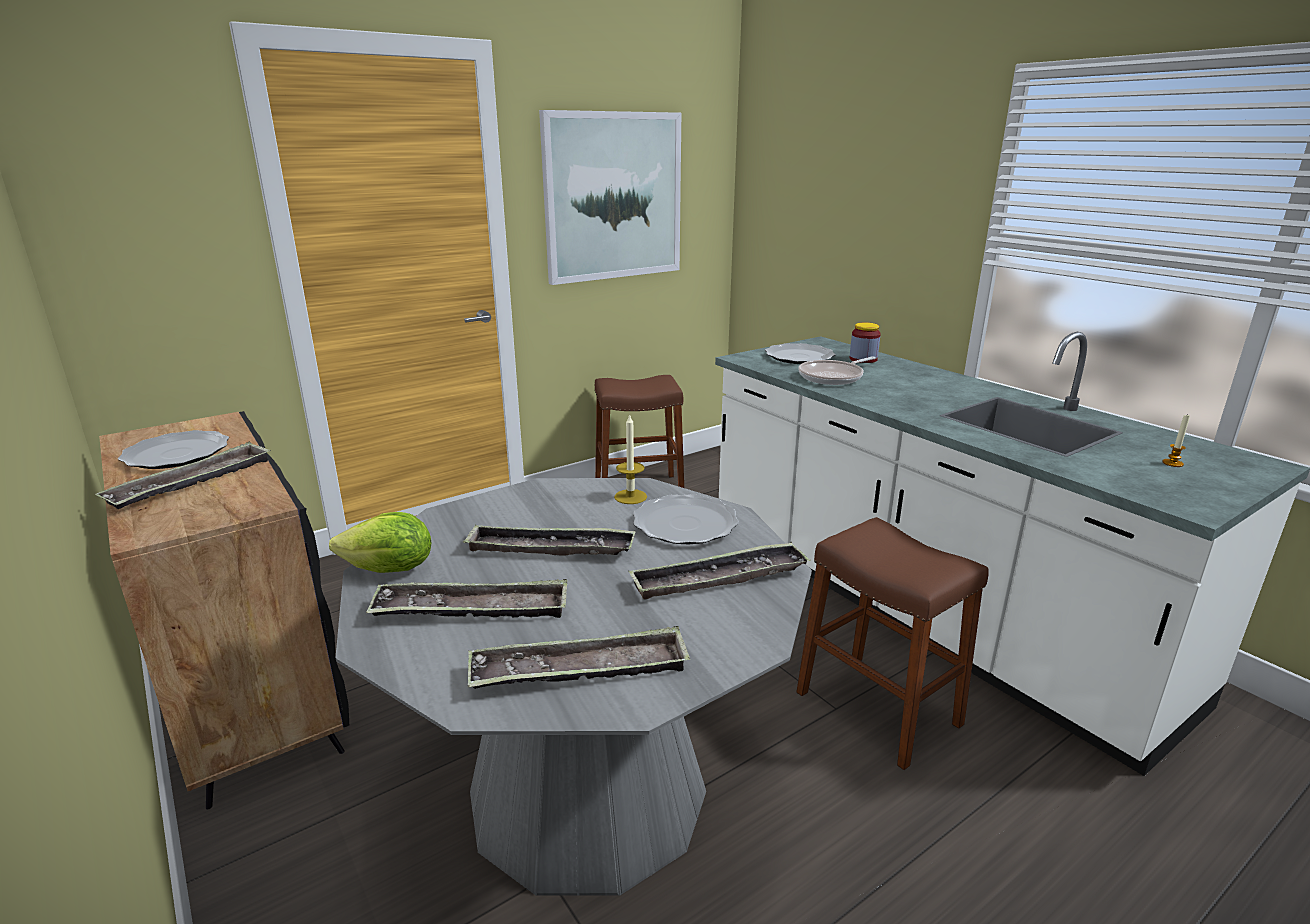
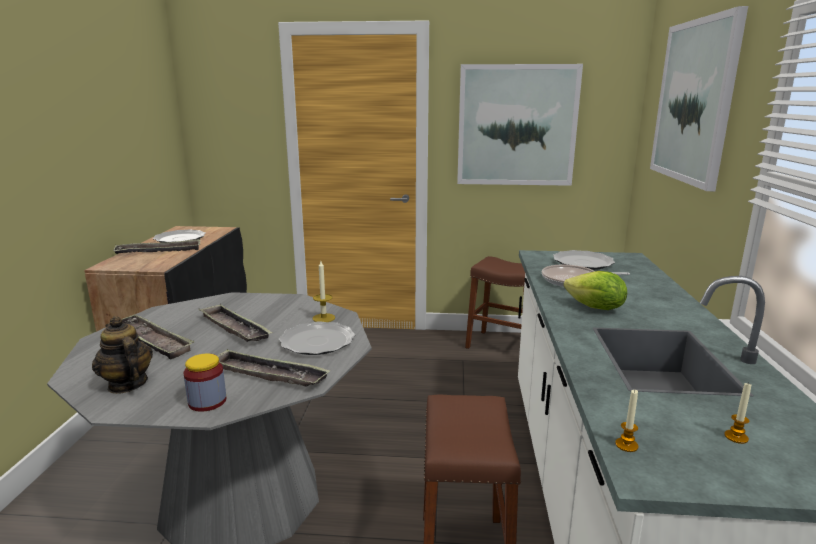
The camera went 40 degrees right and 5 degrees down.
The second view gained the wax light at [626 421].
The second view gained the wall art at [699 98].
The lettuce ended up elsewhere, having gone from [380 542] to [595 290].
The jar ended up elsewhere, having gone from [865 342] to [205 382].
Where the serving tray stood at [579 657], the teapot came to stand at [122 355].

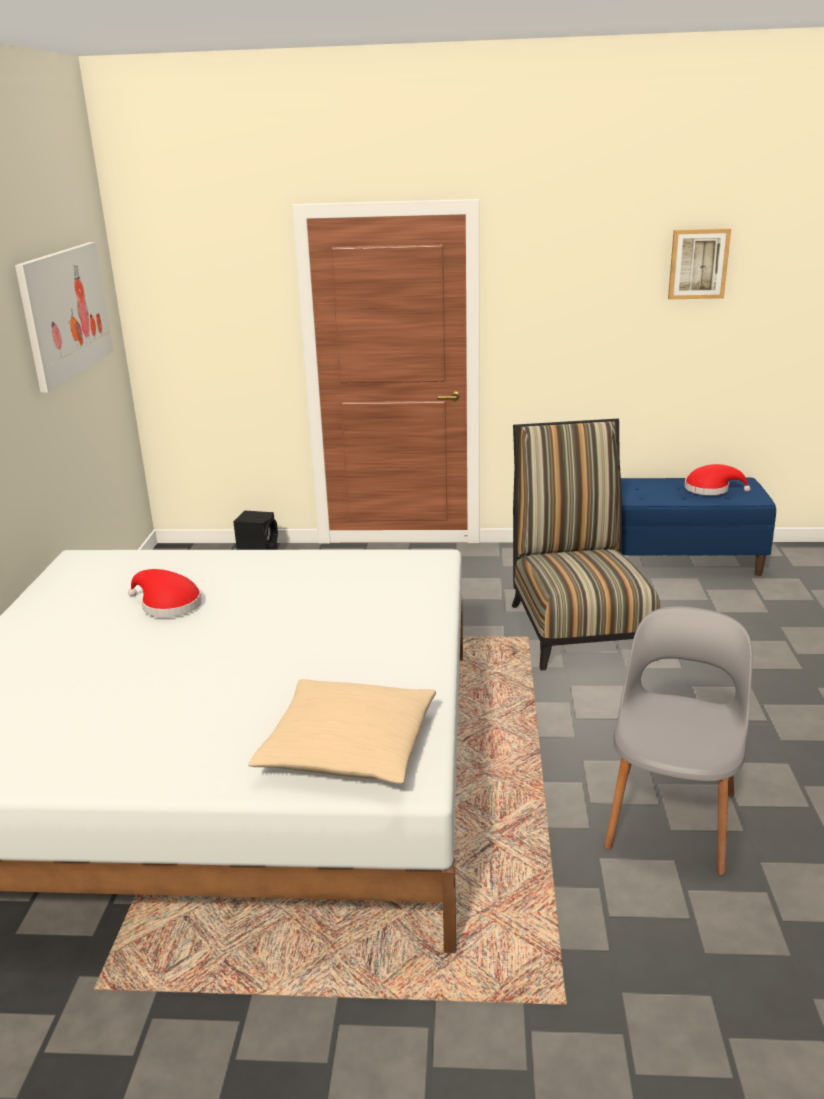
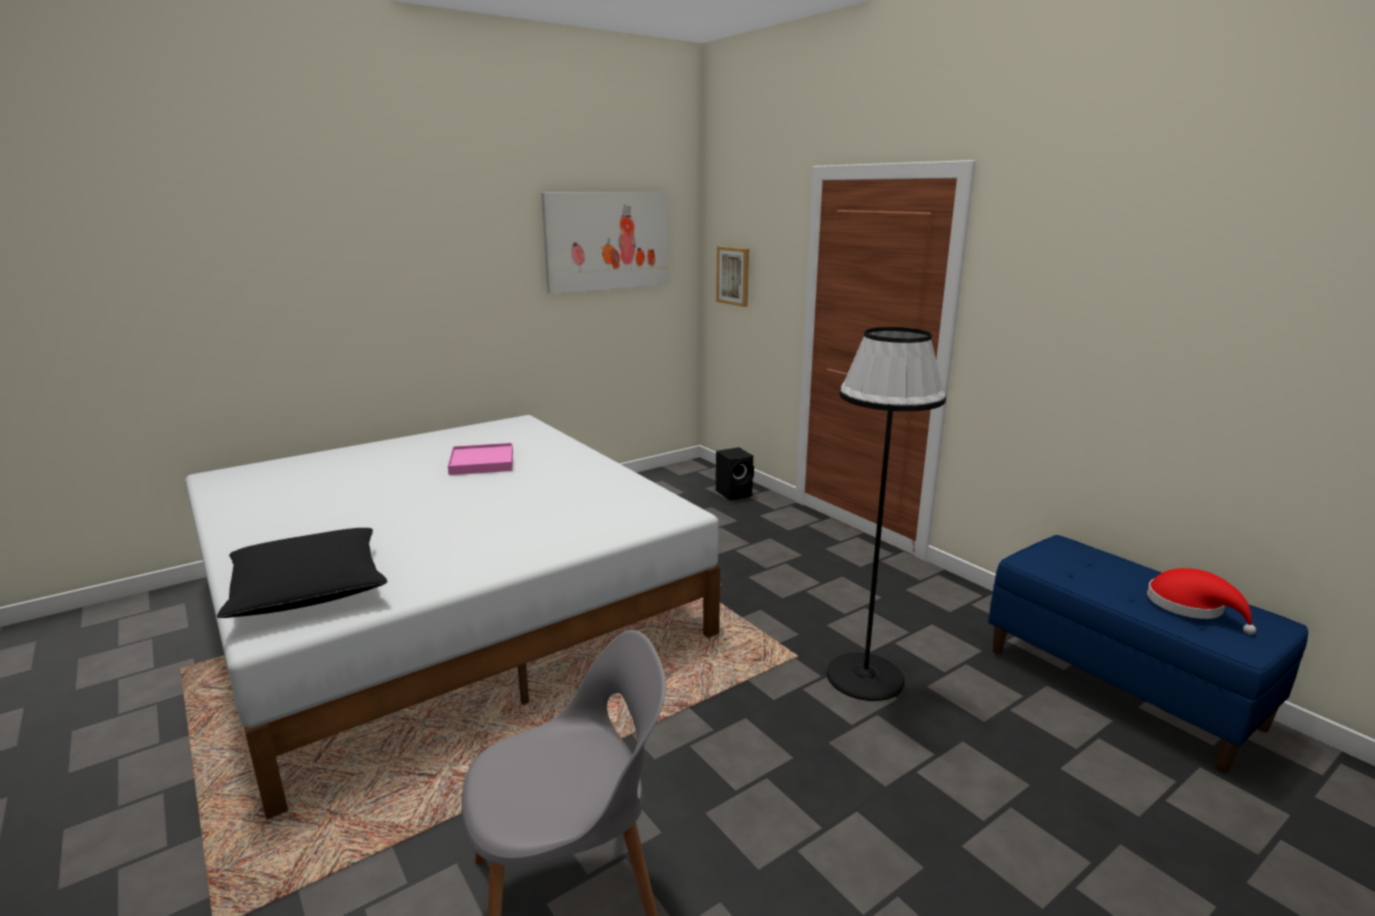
The camera went 50 degrees right and 5 degrees down.
The wall art ended up elsewhere, having gone from [699 264] to [732 276].
Where the hat (reddish) stood at [165 593], the serving tray (pink-coloured) came to stand at [480 459].
Where the plain chair stood at [586 544], the floor lamp (blackish) came to stand at [886 514].
What was the cushion (beige-coloured) at [342 731] turned into the cushion (blackish) at [302 573].

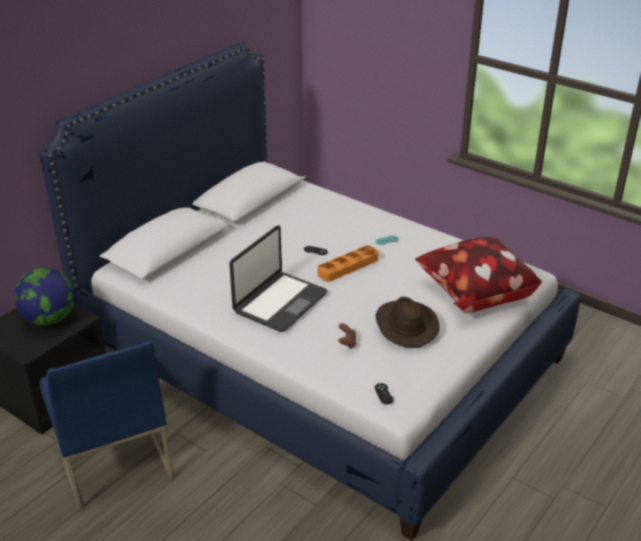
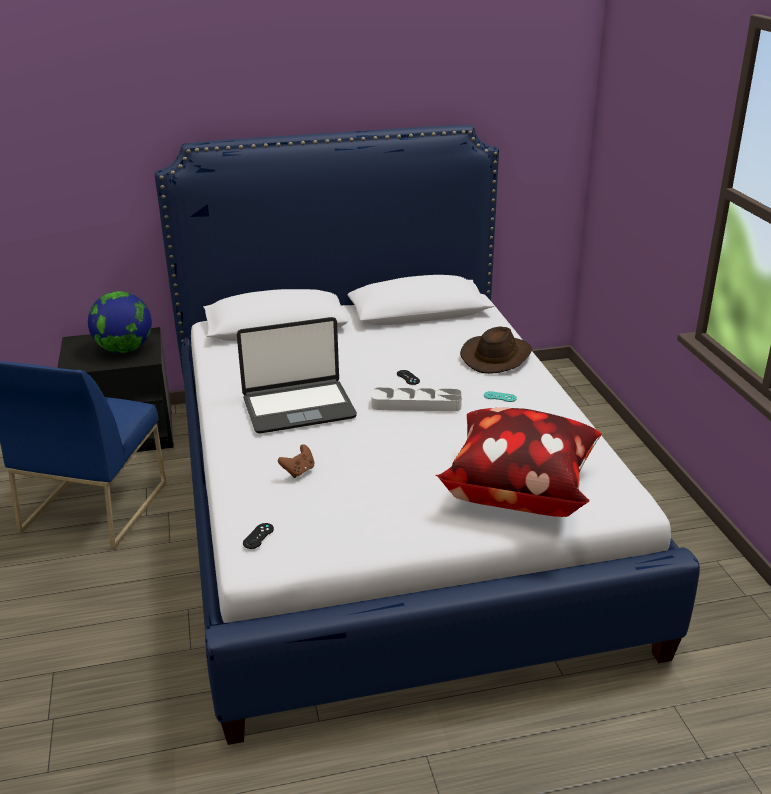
The camera went 40 degrees right and 5 degrees down.
The hat (brownish) ended up elsewhere, having gone from [407 322] to [496 350].
What was the serving tray (orangey) at [348 264] turned into the serving tray (greyish) at [416 399].

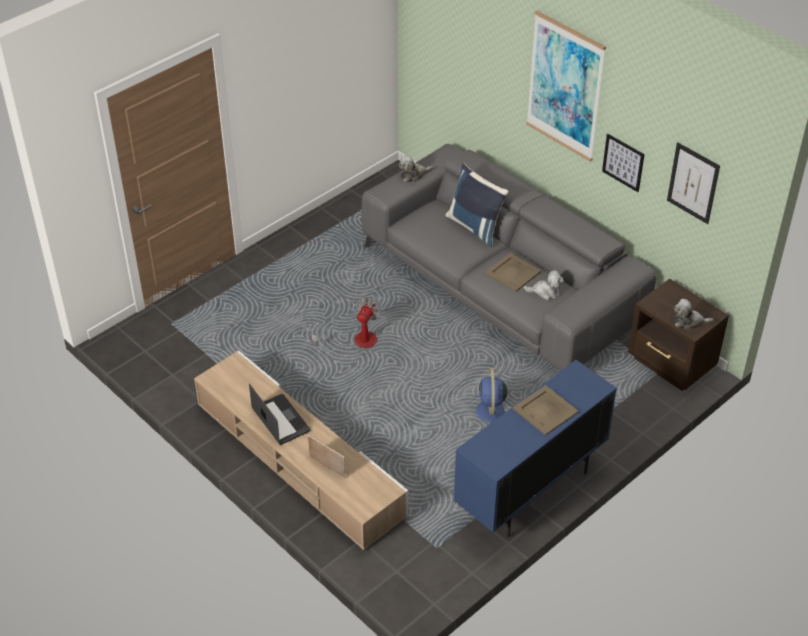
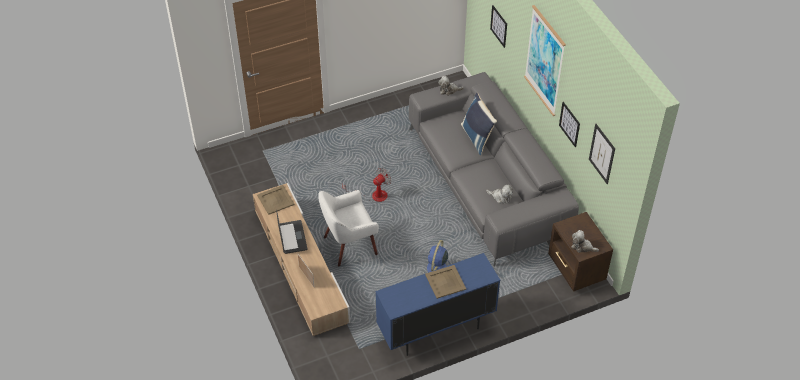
The camera went 20 degrees right and 5 degrees up.
The second view gained the lounge chair (white-coloured) at [348 228].
The second view gained the wall art at [498 26].
The serving tray (beige-coloured) ended up elsewhere, having gone from [513 272] to [276 200].

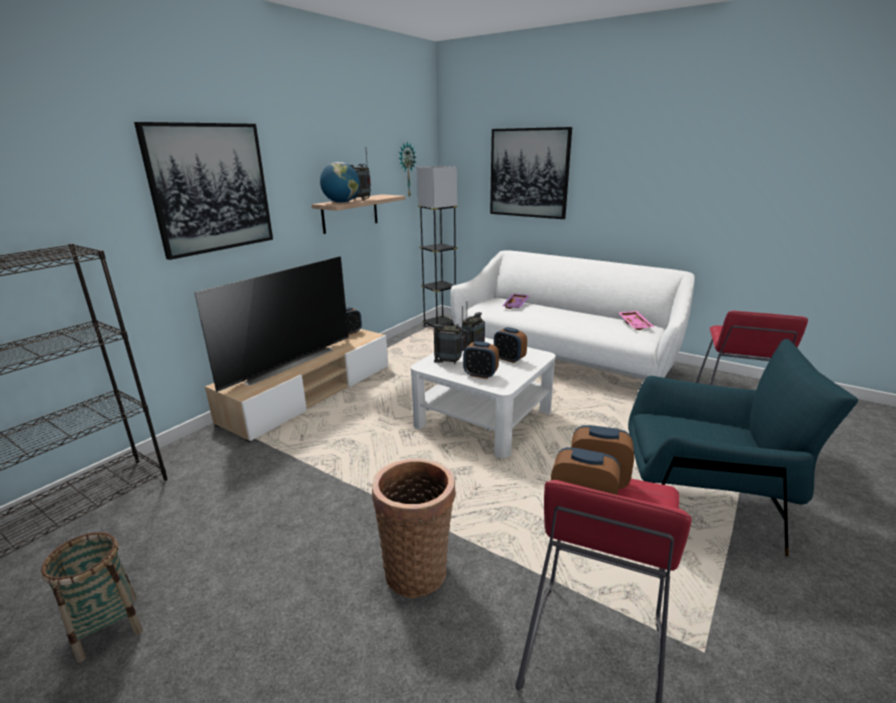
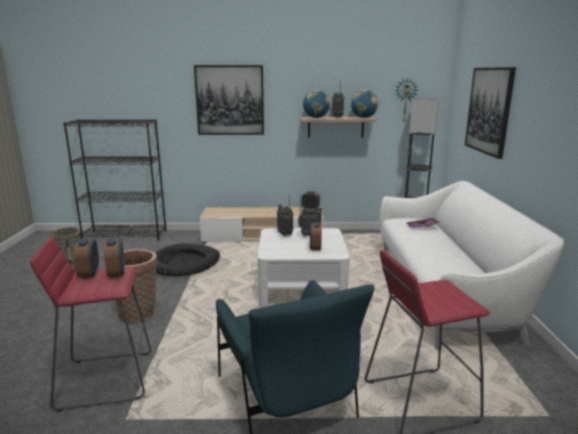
The camera went 55 degrees right and 5 degrees down.
The second view lost the TV at [271 324].
The second view lost the table clock at [481 360].
The second view lost the serving tray (pink-coloured) at [636 320].
The second view gained the dog bed (blackish) at [187 259].
The second view gained the desk globe at [364 104].

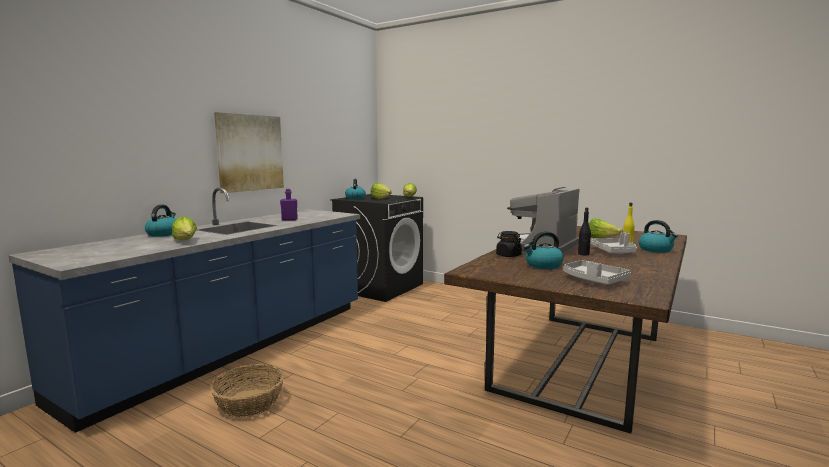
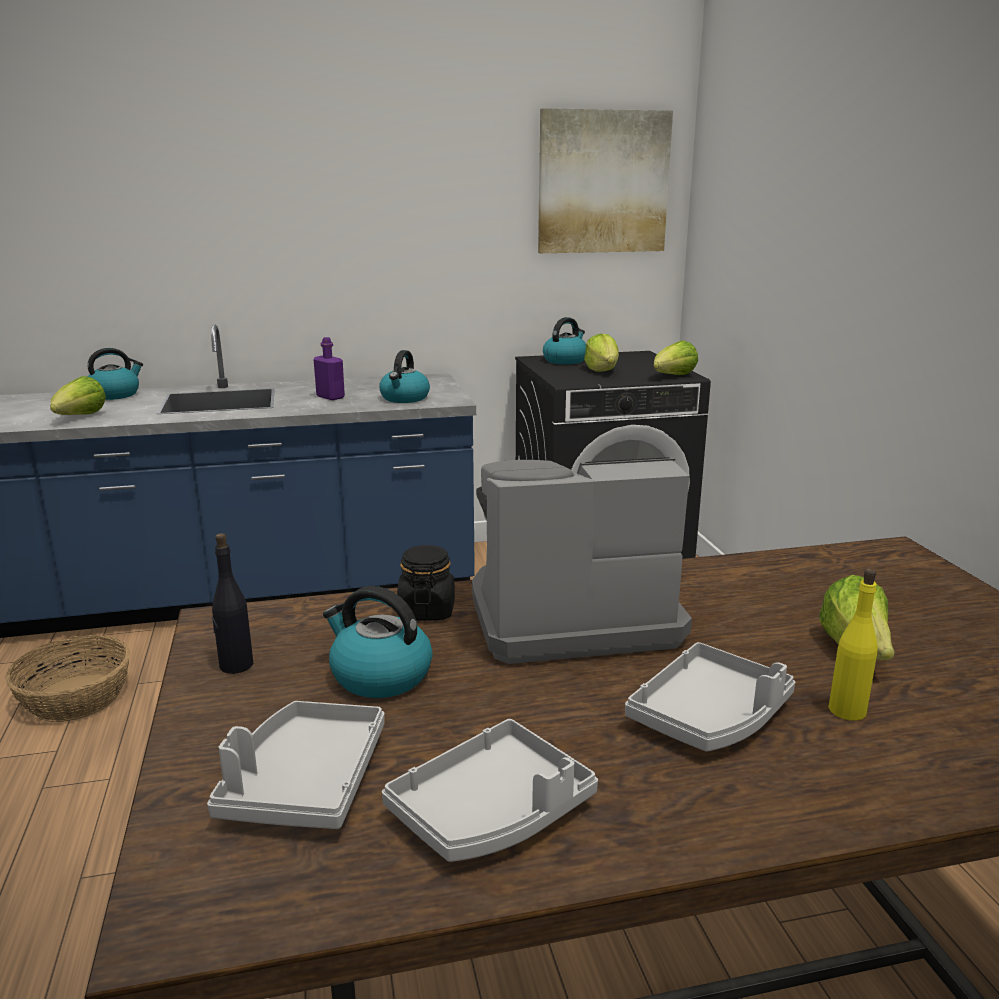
The camera went 45 degrees right and 10 degrees up.
The second view gained the serving tray (greyish) at [490 790].
The wall art ended up elsewhere, having gone from [249 152] to [605 180].
The bottle (blackish) ended up elsewhere, having gone from [584 231] to [232 603].
The water kettle ended up elsewhere, having gone from [658 236] to [404 376].

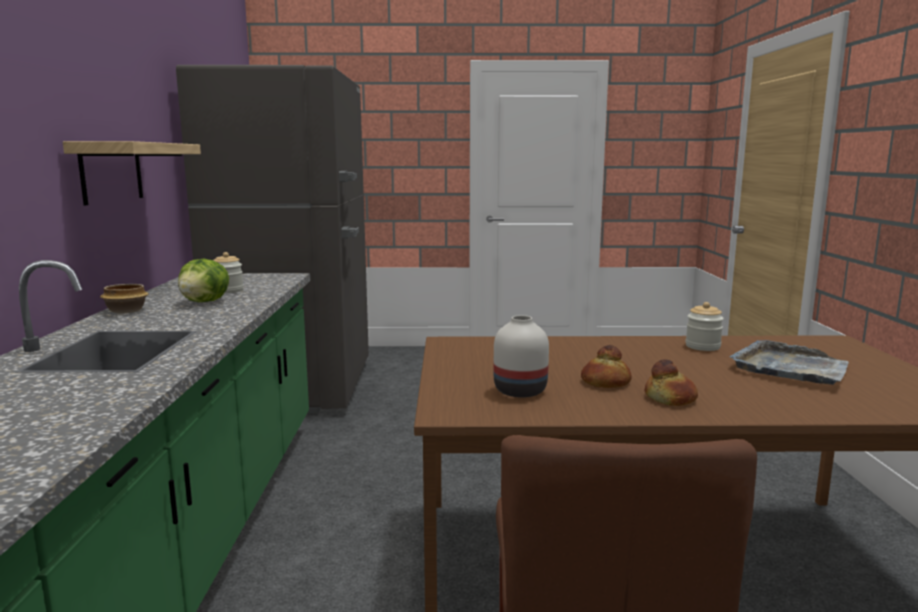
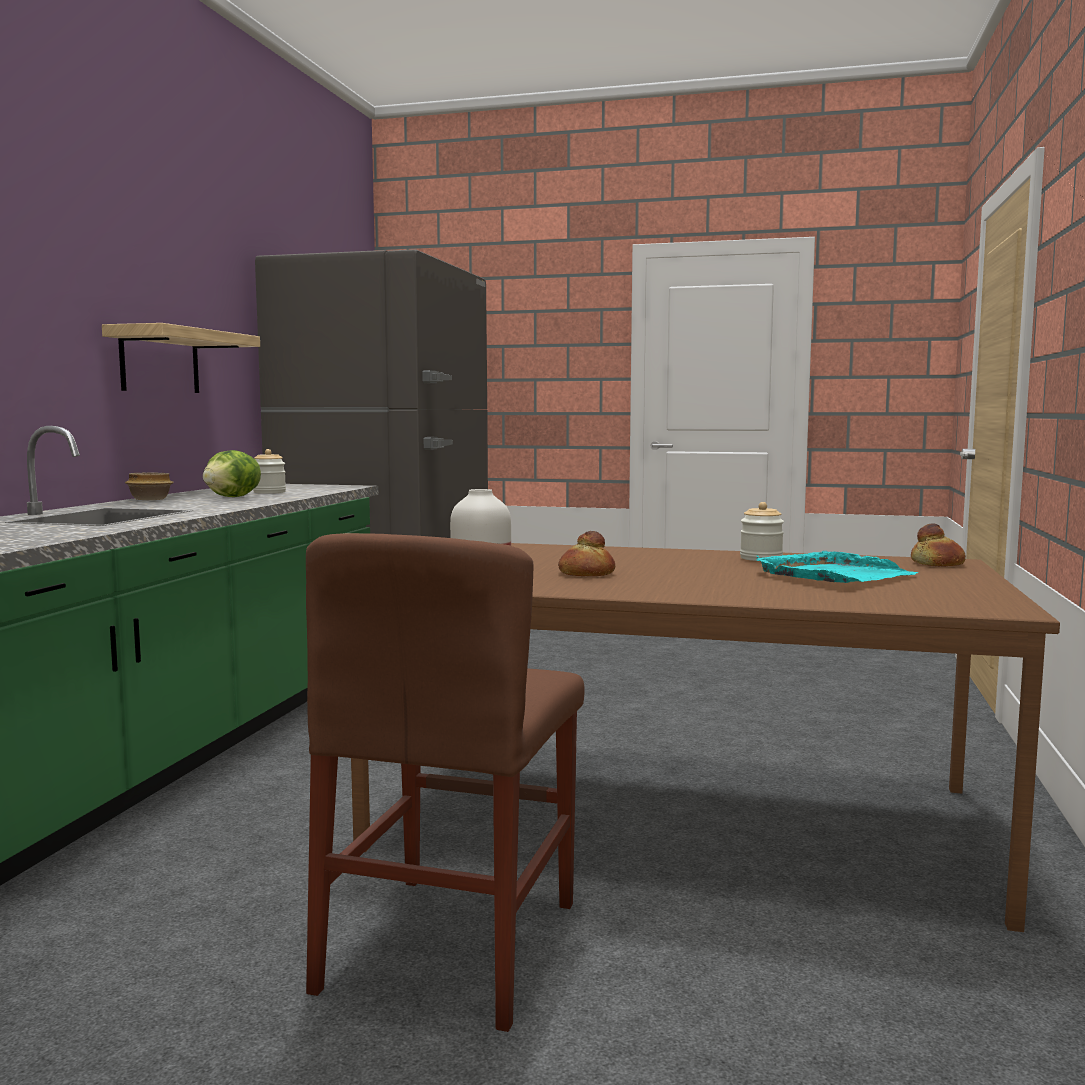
The camera went 15 degrees right and 5 degrees down.
The bread ended up elsewhere, having gone from [671 382] to [938 545].
What was the serving tray (greyish) at [789 362] turned into the serving tray (turquoise-coloured) at [837 567].

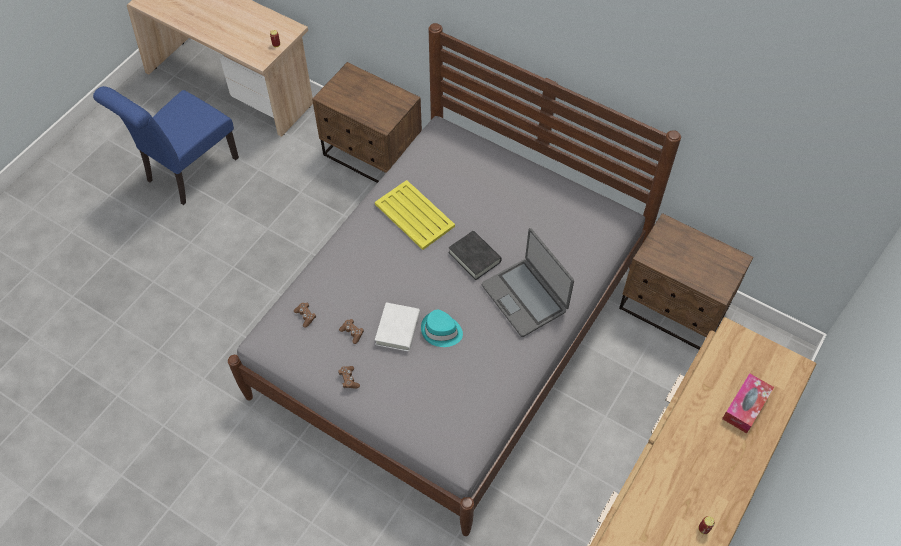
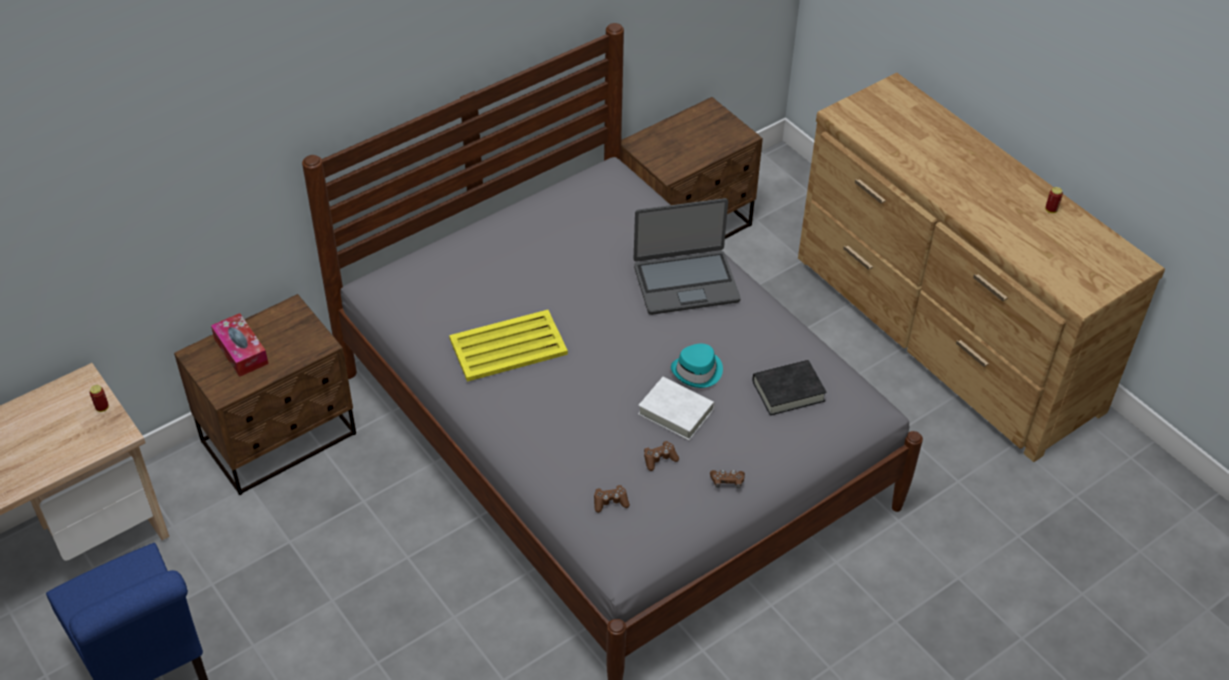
The camera went 70 degrees left and 10 degrees down.
The volume (blackish) ended up elsewhere, having gone from [475 255] to [790 388].
The tissue box ended up elsewhere, having gone from [748 403] to [240 345].

